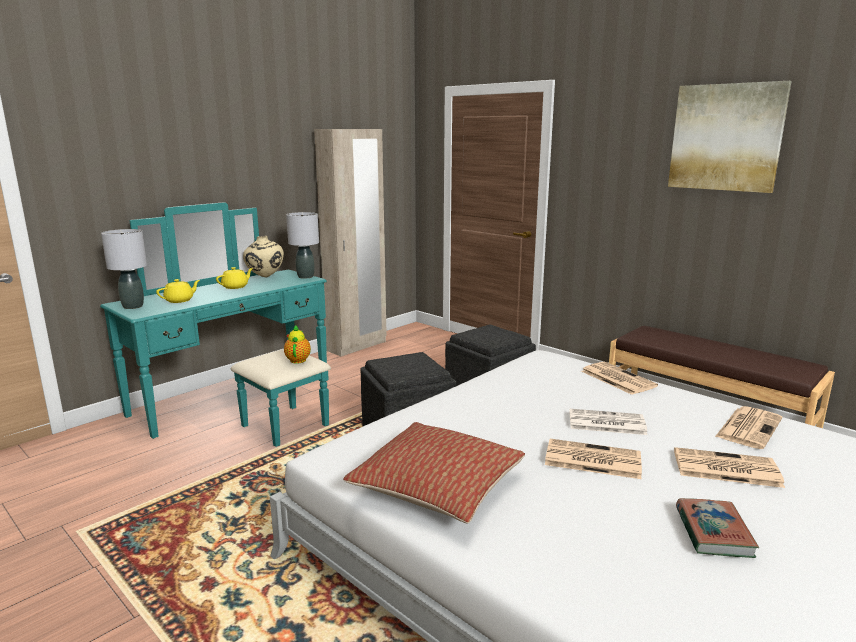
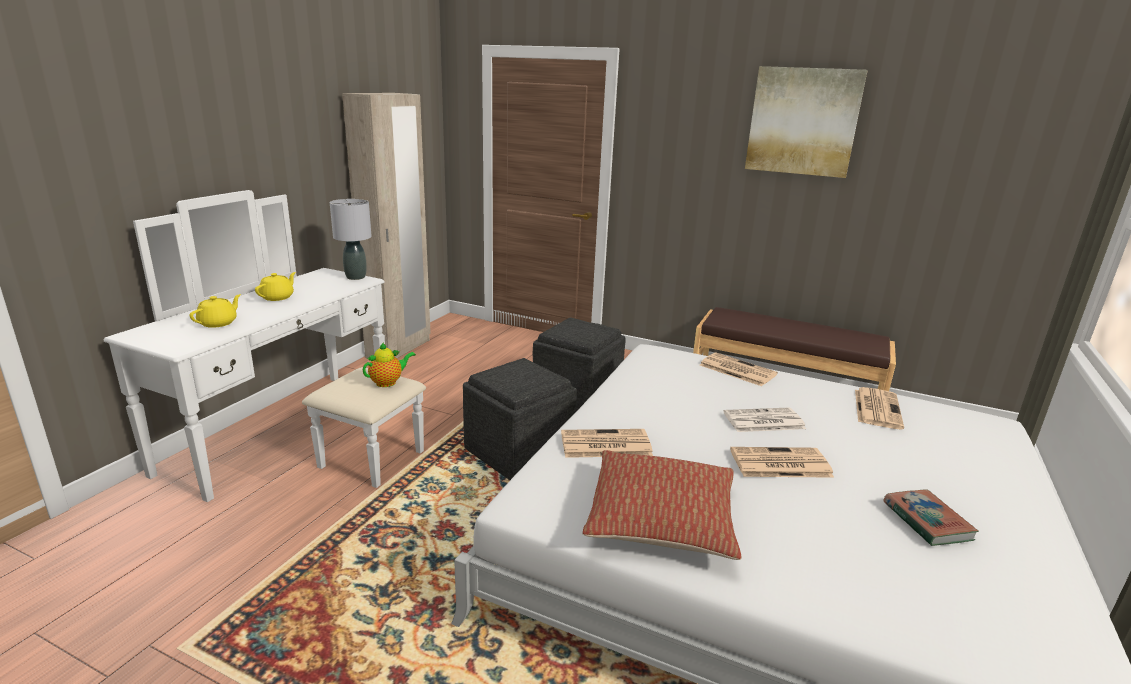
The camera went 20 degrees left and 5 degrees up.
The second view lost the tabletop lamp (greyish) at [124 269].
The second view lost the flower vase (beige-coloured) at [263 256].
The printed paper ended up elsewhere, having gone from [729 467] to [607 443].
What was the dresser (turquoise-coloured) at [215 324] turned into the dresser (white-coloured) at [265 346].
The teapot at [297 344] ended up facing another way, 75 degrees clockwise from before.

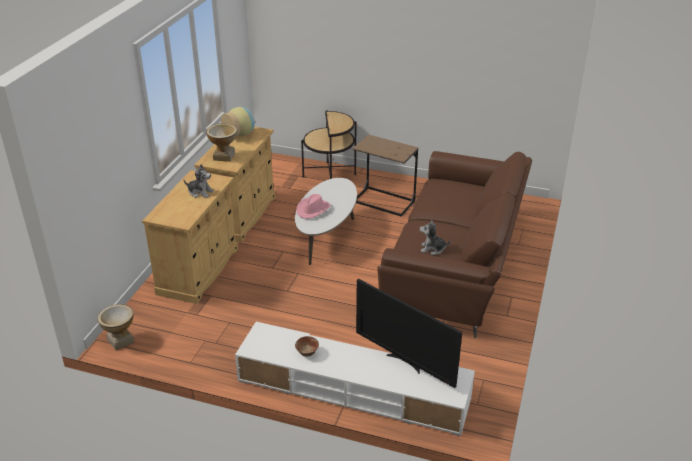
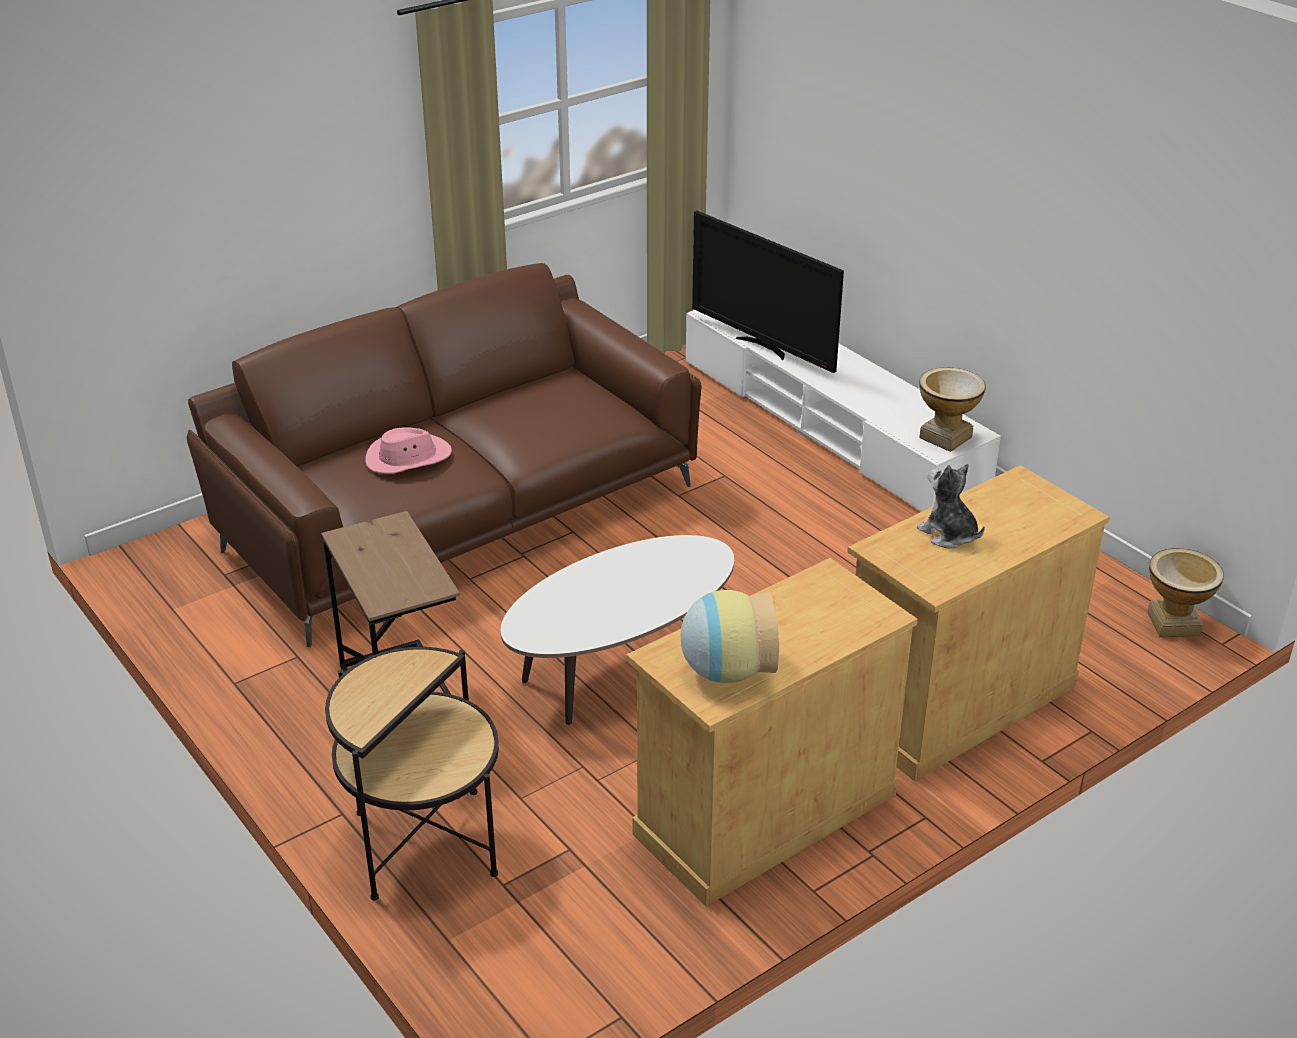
The camera went 145 degrees left and 0 degrees up.
The second view lost the bowl at [307 346].
The second view lost the soft toy at [435 237].
The flower vase ended up elsewhere, having gone from [221 142] to [952 410].
The hat (pink-coloured) ended up elsewhere, having gone from [313 206] to [408 450].
The TV at [409 333] ended up facing another way, 150 degrees clockwise from before.

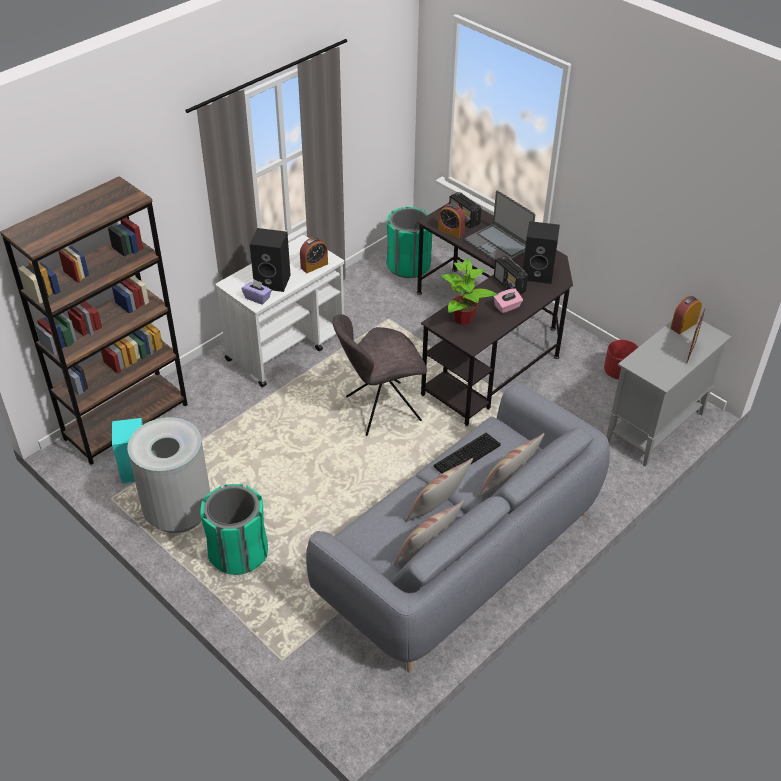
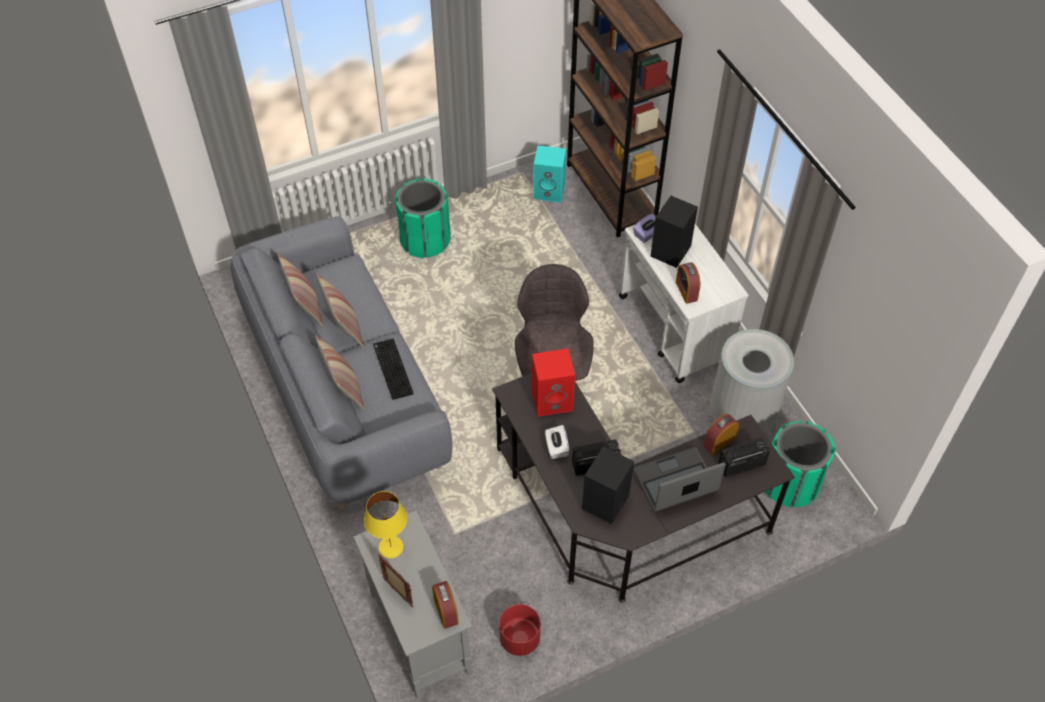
The camera went 110 degrees right and 10 degrees up.
The second view gained the tabletop lamp (yellow-coloured) at [385 524].
The waste bin (greyish) ended up elsewhere, having gone from [168 475] to [752 381].
Where the potted plant stood at [469 292], the audio speaker (reddish) came to stand at [553 382].
What was the tissue box (pink-coloured) at [508 300] turned into the tissue box (white-coloured) at [557 442].

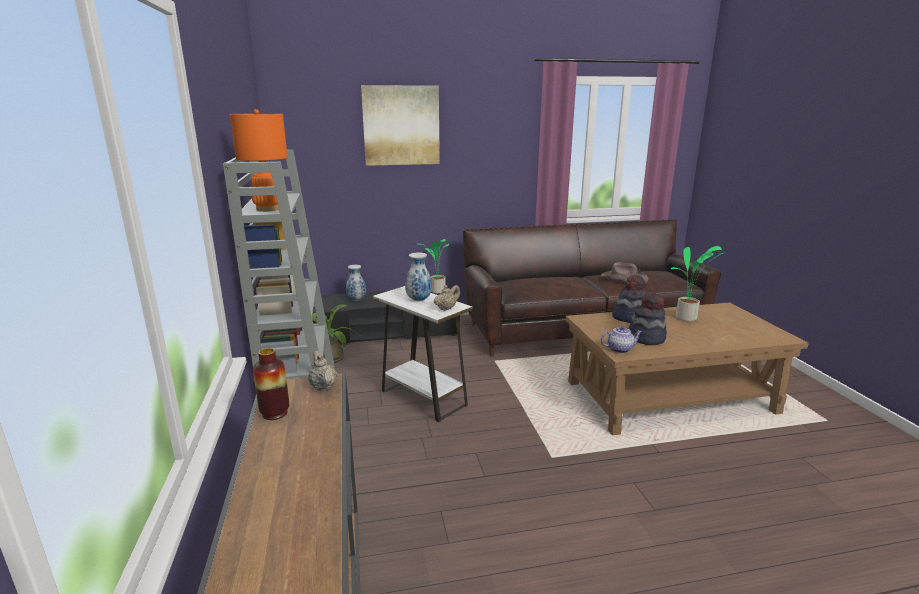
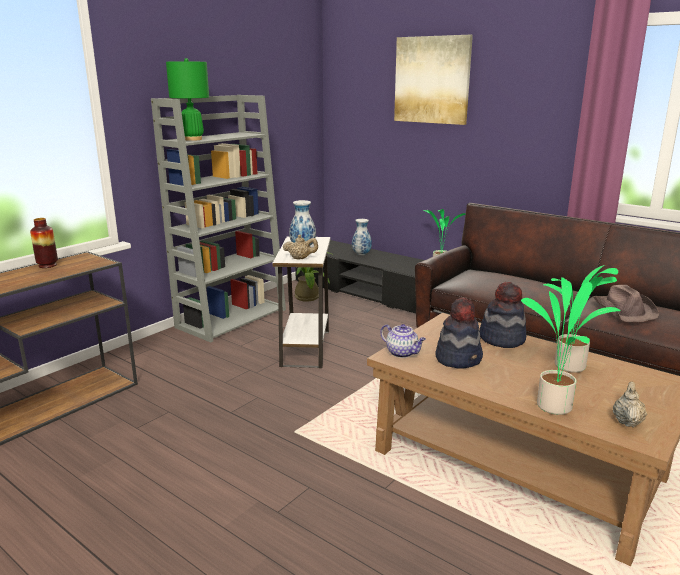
The camera went 50 degrees right and 0 degrees up.
The second view gained the potted plant at [571 346].
The teapot (beige-coloured) ended up elsewhere, having gone from [322 371] to [630 404].
What was the tabletop lamp (orangey) at [259 160] turned into the tabletop lamp (greenish) at [187 99].

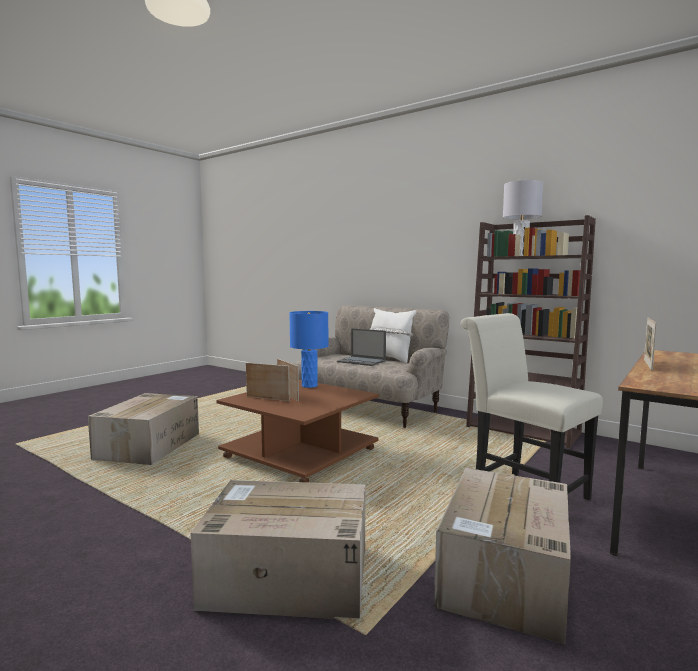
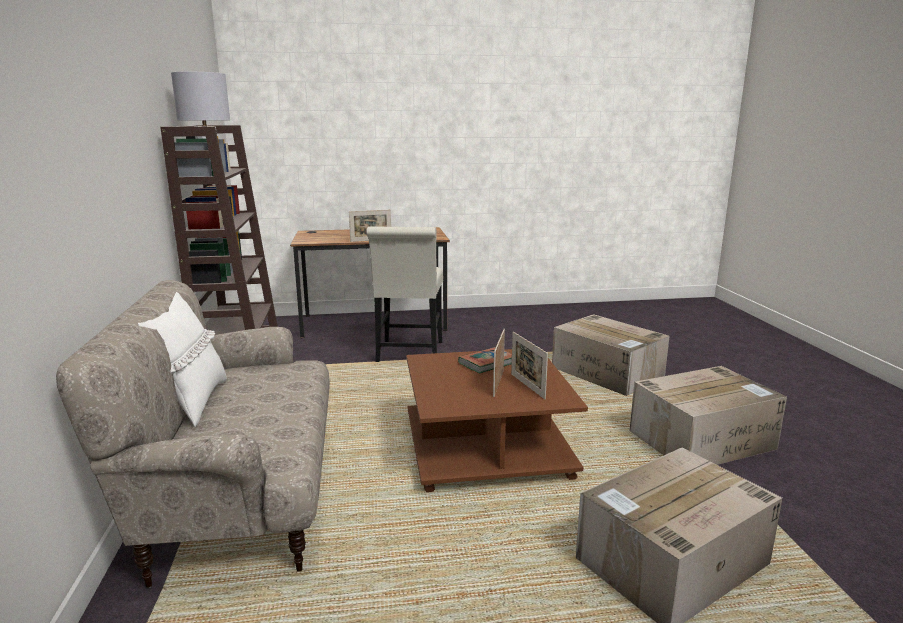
The camera went 135 degrees left and 10 degrees up.
The second view lost the tabletop lamp (blue-coloured) at [309 349].
The second view lost the laptop at [361 347].
The second view gained the volume at [485 360].
The packing box ended up elsewhere, having gone from [502 556] to [708 415].

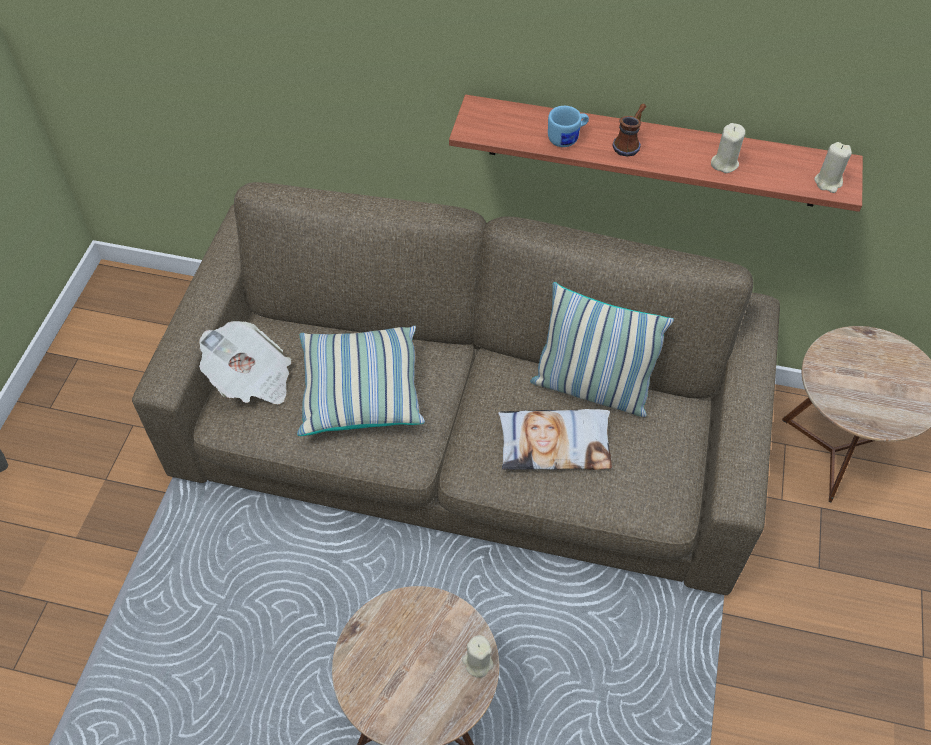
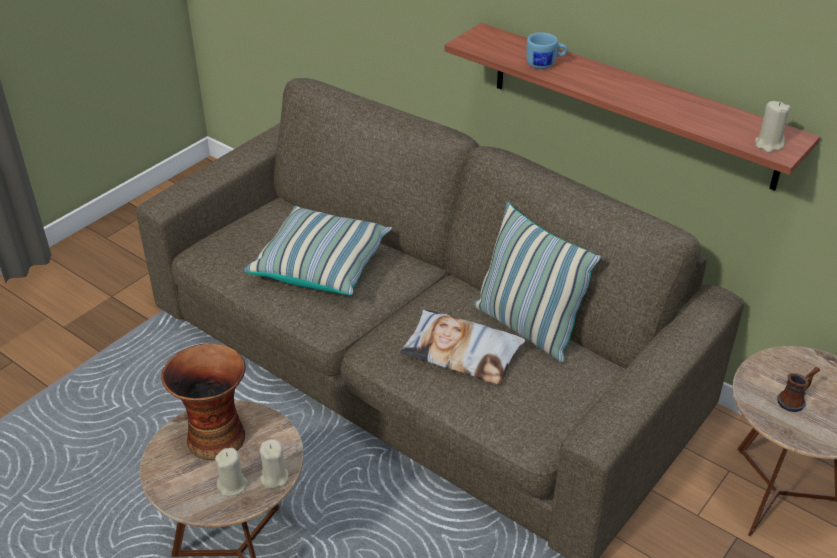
The camera went 25 degrees right and 15 degrees down.
The second view lost the printed paper at [245 362].
The second view gained the flower vase at [203 401].
The coffee mug ended up elsewhere, having gone from [629 130] to [798 389].
The wax light (beige-coloured) ended up elsewhere, having gone from [728 148] to [231 472].

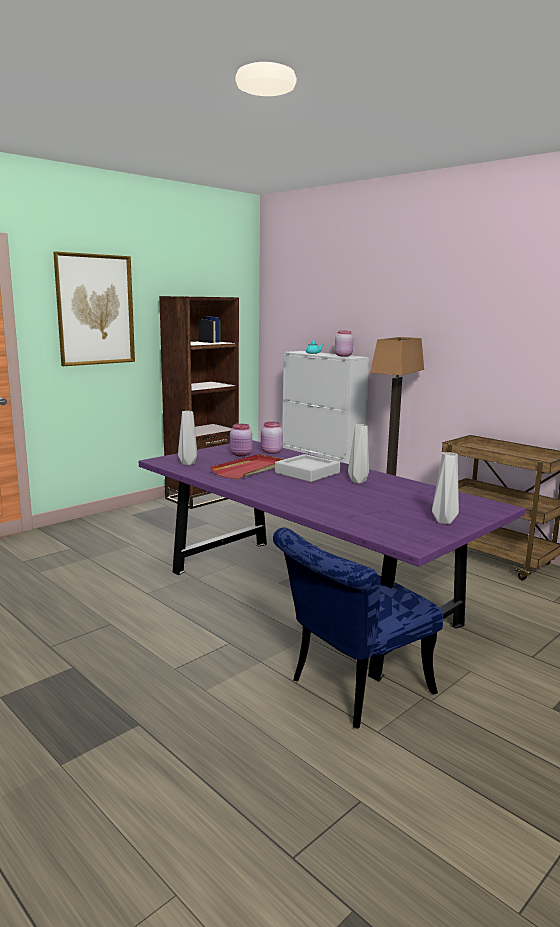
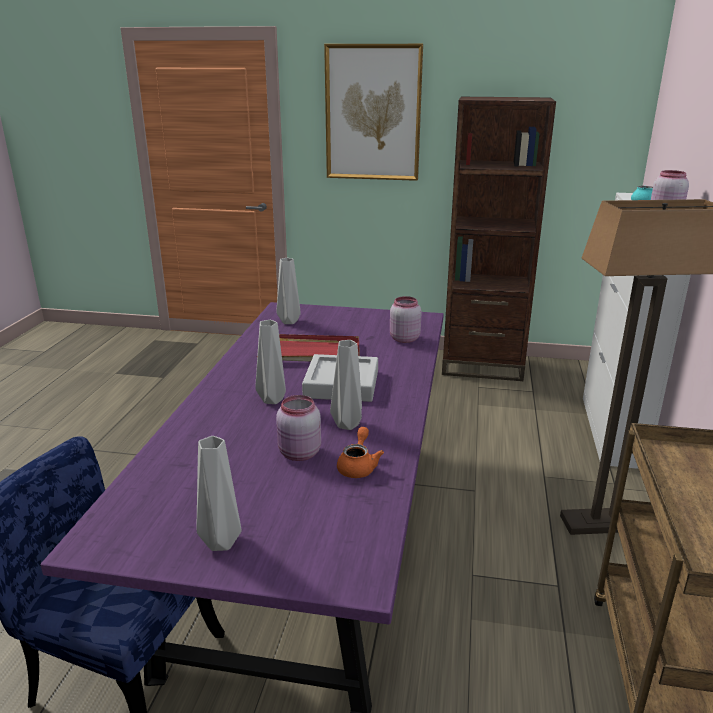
The camera went 55 degrees right and 10 degrees up.
The second view gained the flower vase (greyish) at [270 362].
The second view gained the teapot (orangey) at [360 452].
The jar (pink-coloured) ended up elsewhere, having gone from [241 440] to [298 428].

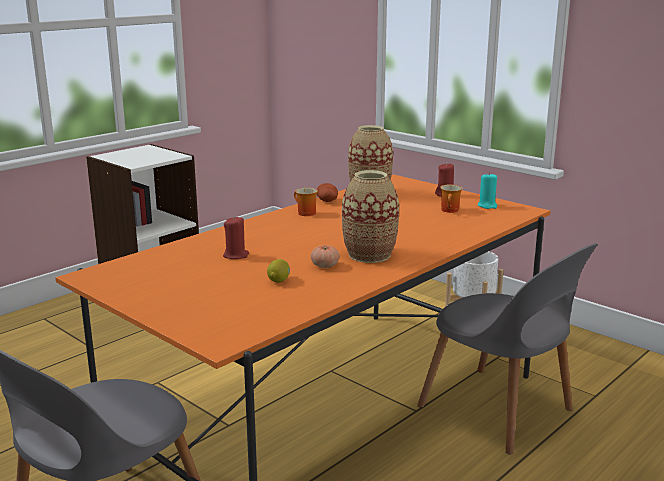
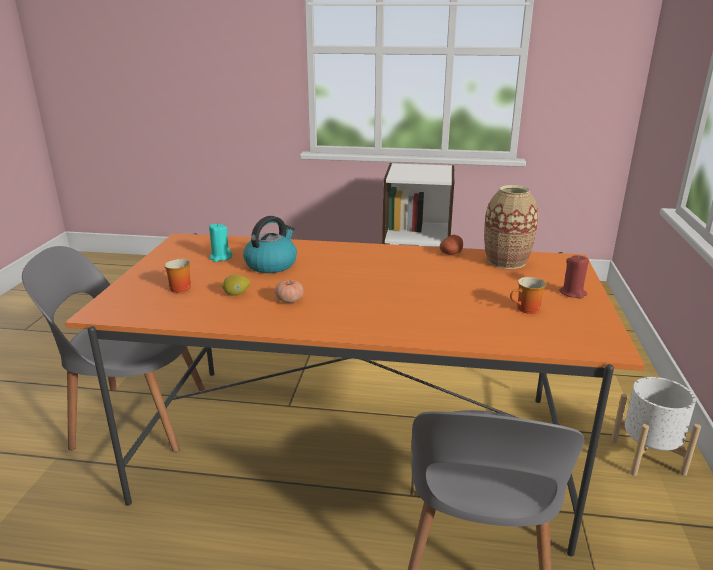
The camera went 55 degrees right and 5 degrees up.
The second view lost the flower vase at [370 216].
The coffee mug ended up elsewhere, having gone from [306 202] to [177 276].
The wax light (turquoise-coloured) ended up elsewhere, having gone from [487 190] to [220 242].
Where the wax light (reddish) stood at [236 237], the water kettle came to stand at [270 244].

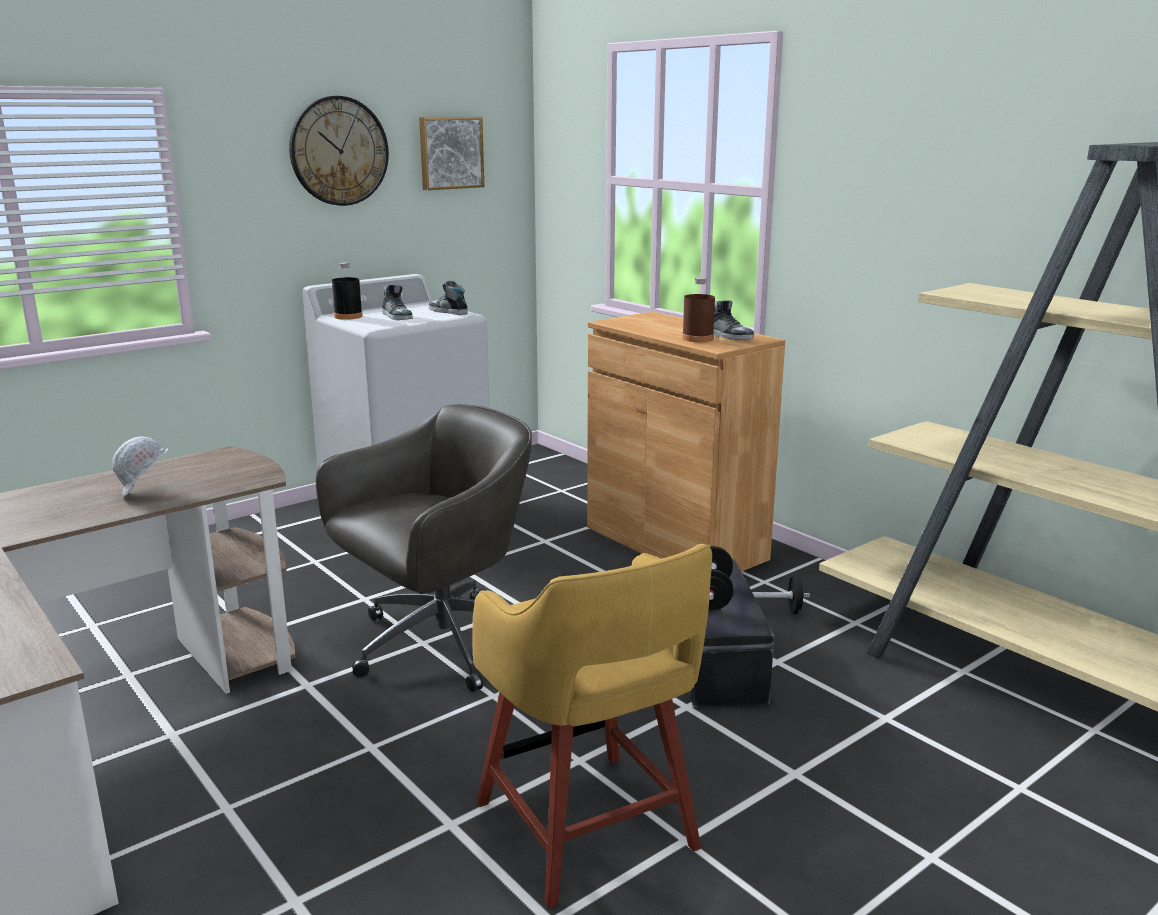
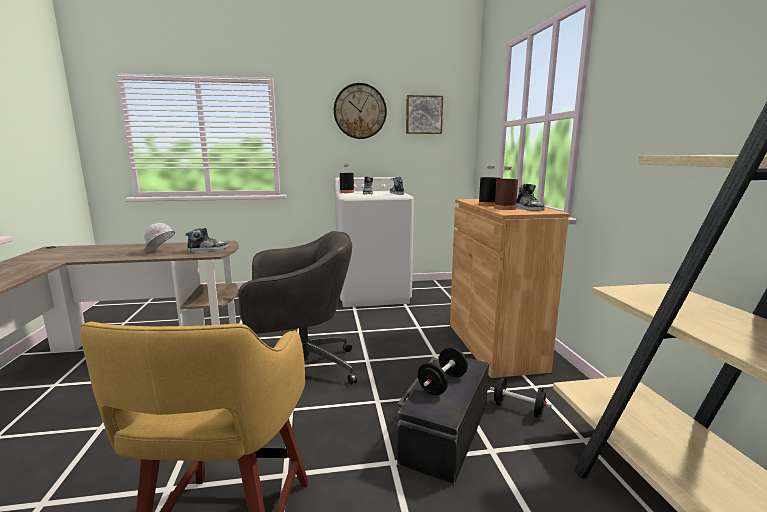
The camera went 30 degrees right and 5 degrees down.
The second view gained the item of footwear at [206 240].
The second view gained the bottle (blackish) at [490 186].

